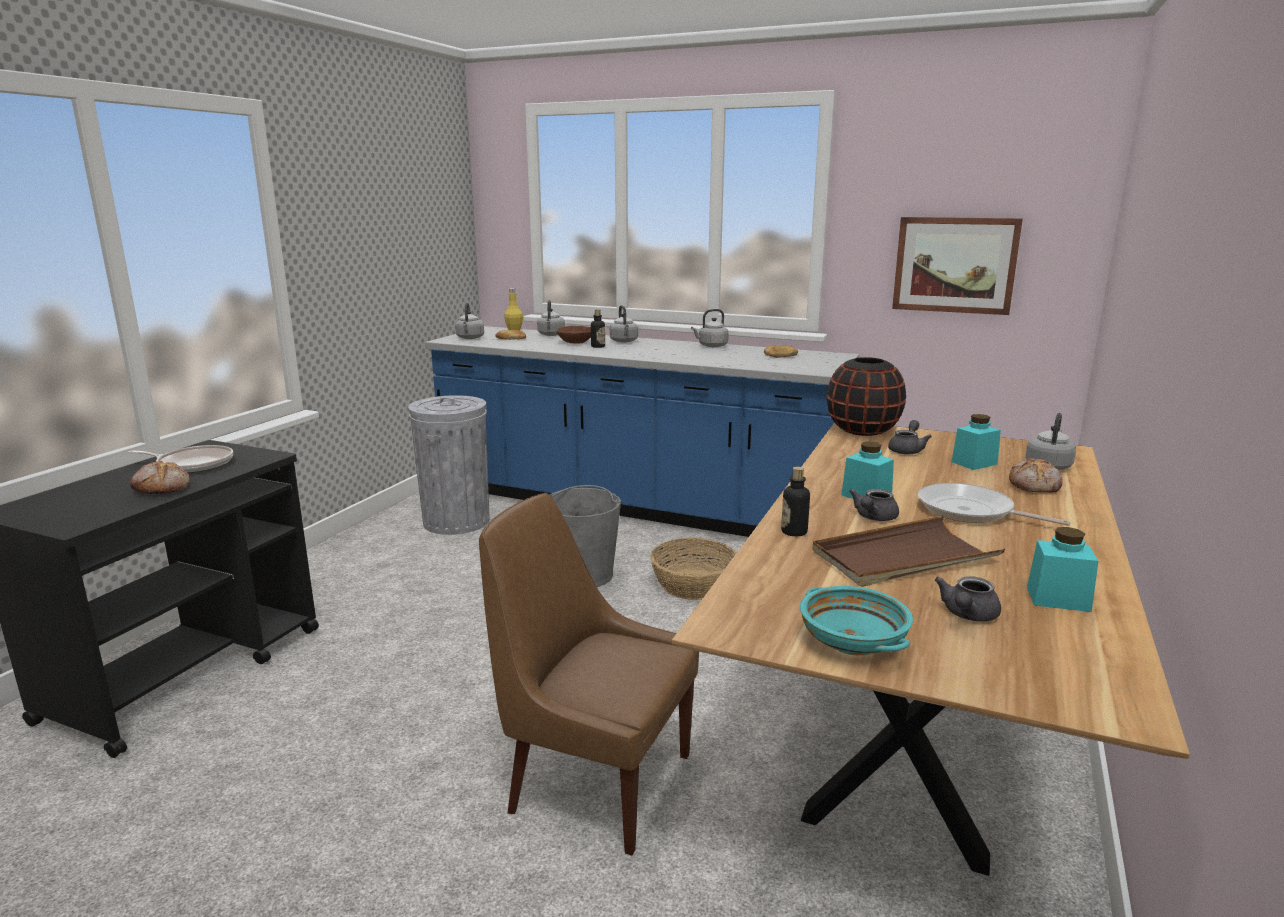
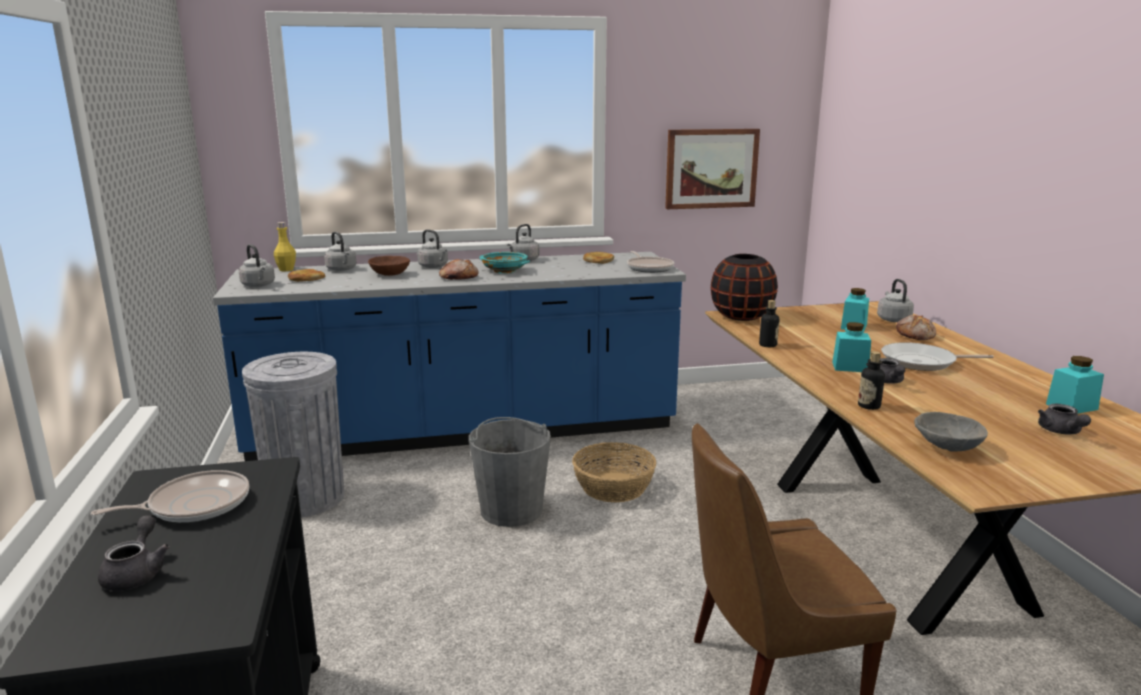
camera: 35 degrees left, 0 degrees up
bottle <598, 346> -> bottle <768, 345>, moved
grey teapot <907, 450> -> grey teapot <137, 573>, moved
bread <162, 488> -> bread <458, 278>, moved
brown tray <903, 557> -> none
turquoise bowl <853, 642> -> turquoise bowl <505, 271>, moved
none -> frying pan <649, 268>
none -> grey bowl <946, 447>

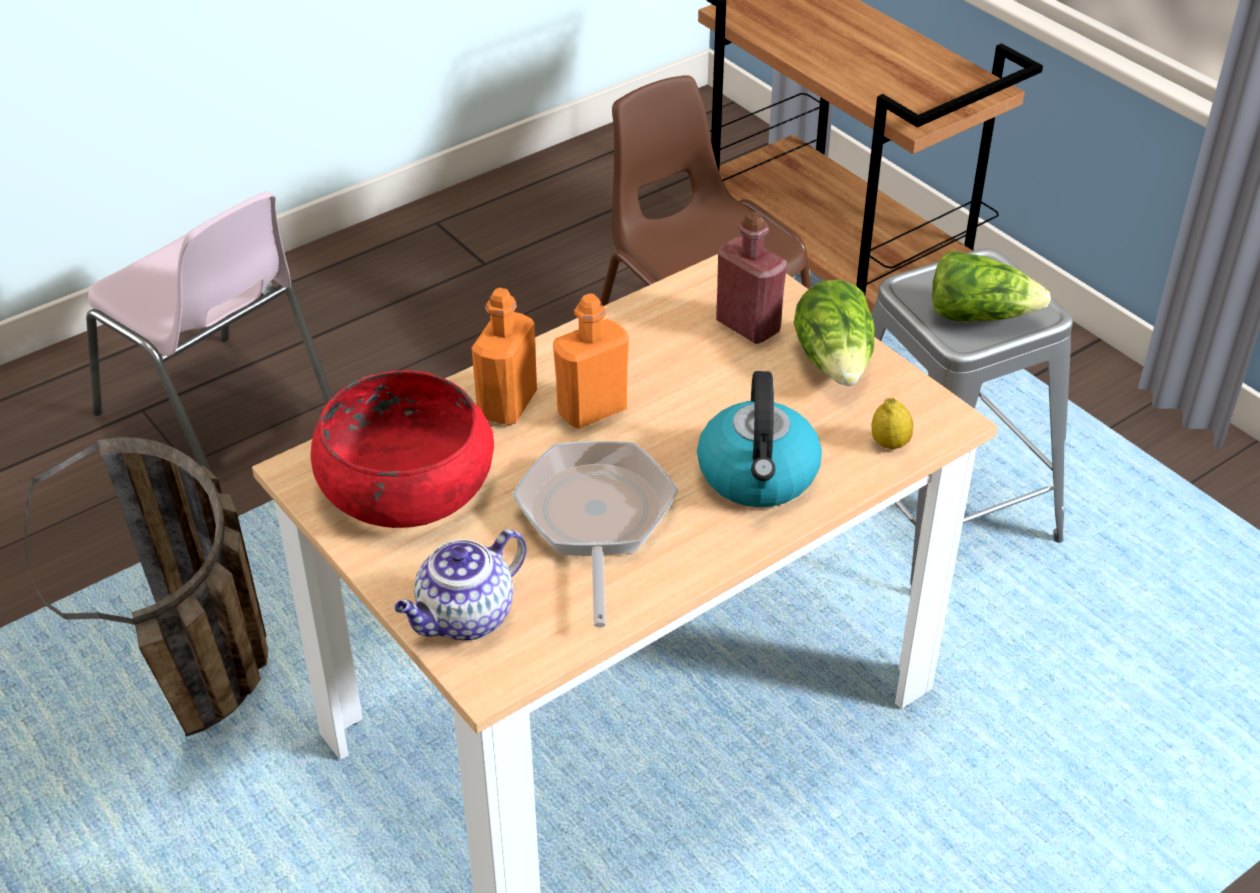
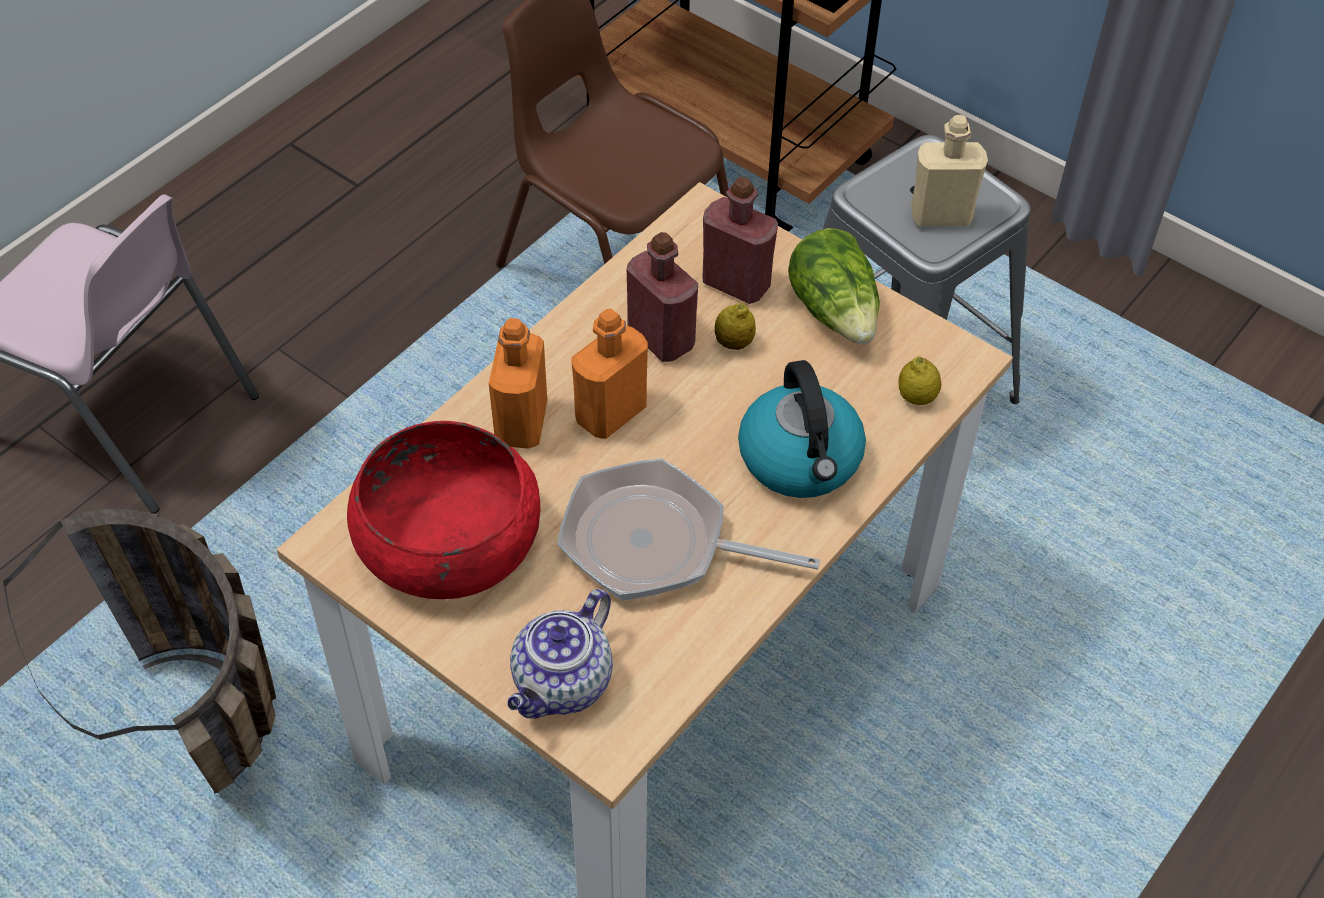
camera: 15 degrees left, 10 degrees up
lettuce <979, 315> -> beige bottle <941, 215>
frying pan <595, 520> -> frying pan <656, 544>, 60 degrees counterclockwise
none -> red bottle <661, 338>
none -> lemon <734, 343>

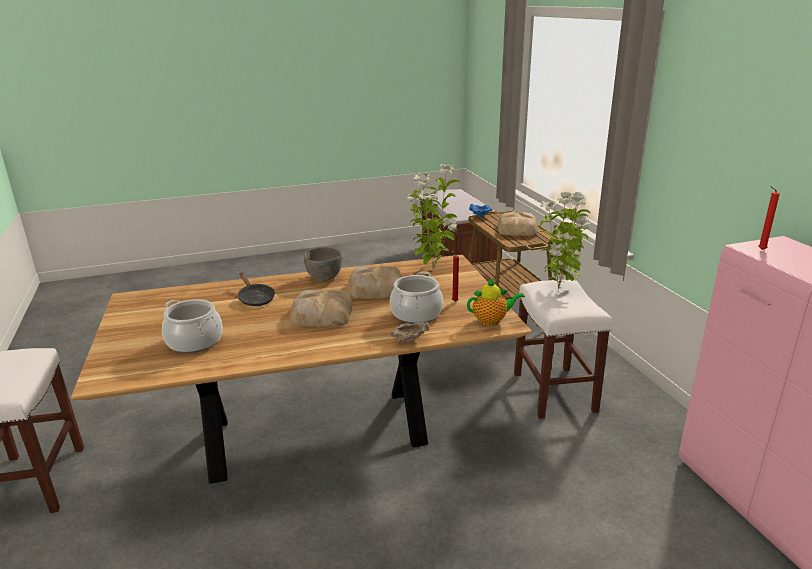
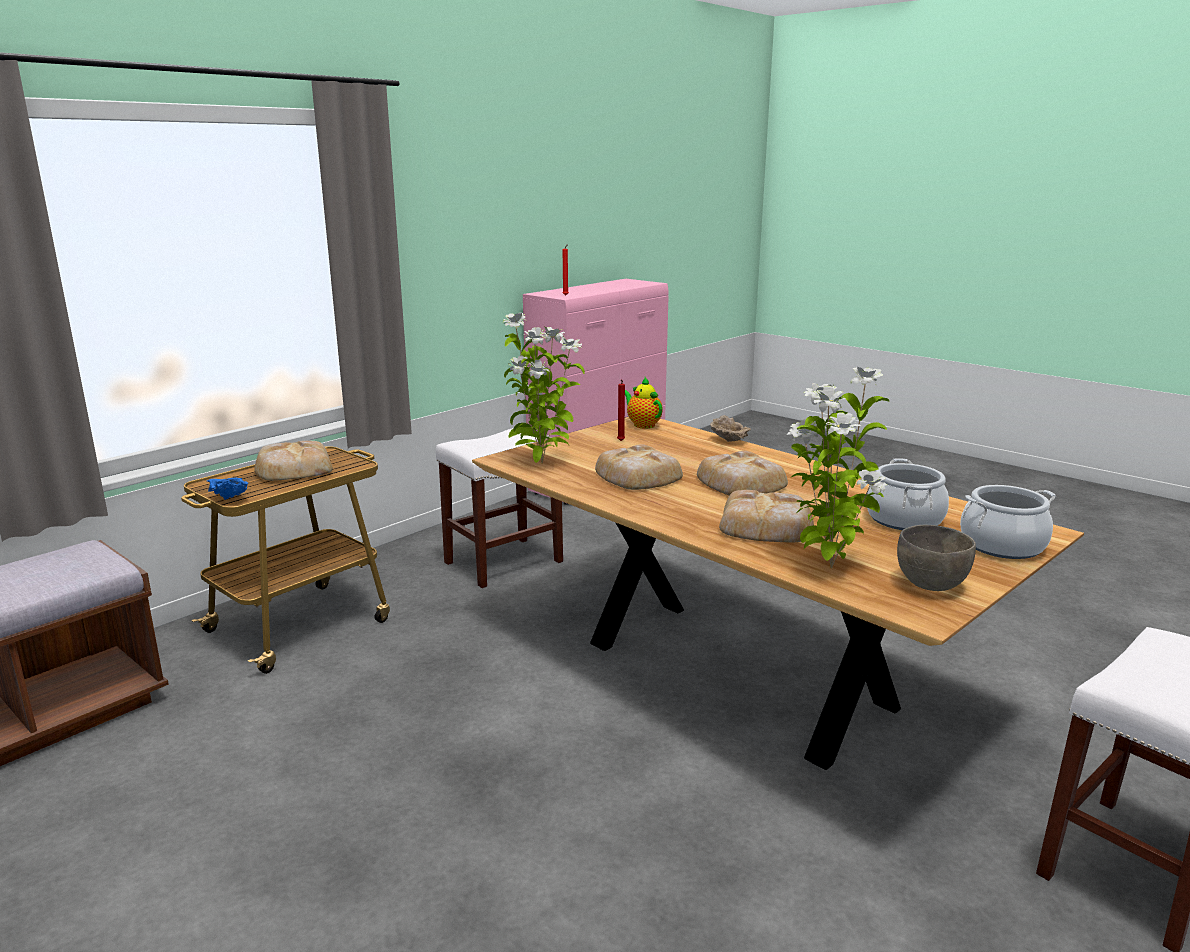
camera: 120 degrees left, 5 degrees down
potted plant <559, 288> -> potted plant <827, 567>, moved
grey bowl <324, 277> -> grey bowl <930, 585>, moved
cooking pot <416, 314> -> cooking pot <1002, 545>, moved
black frying pan <255, 298> -> bread <766, 526>

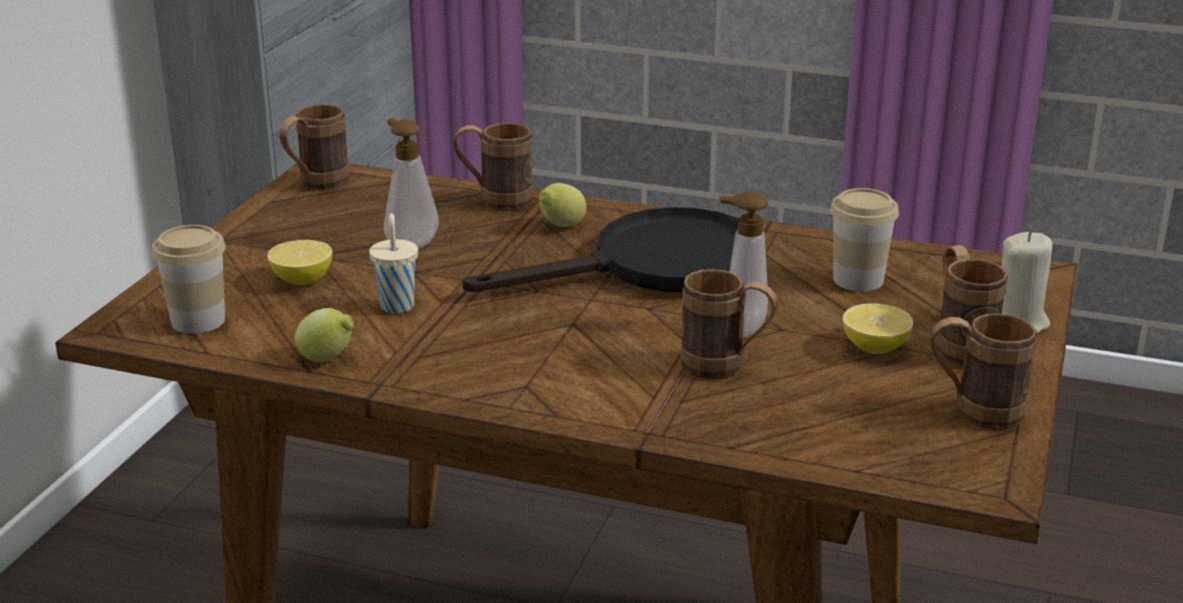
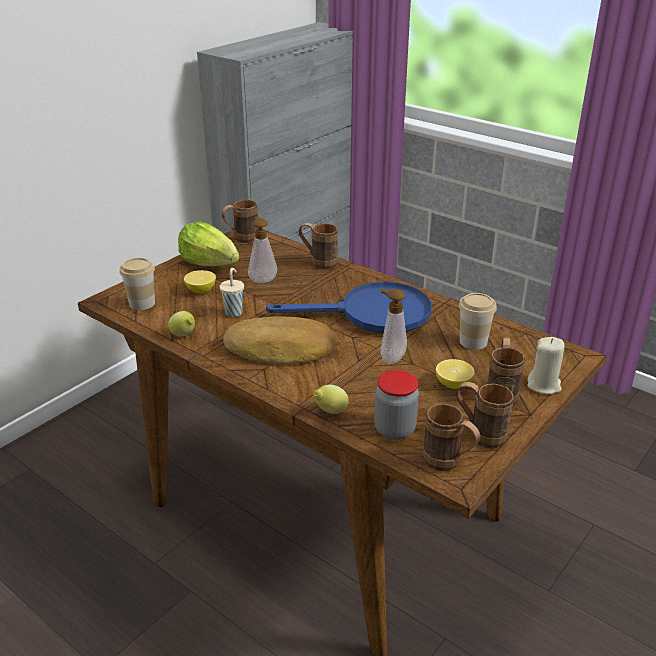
camera: 20 degrees right, 5 degrees up
lemon <561, 227> -> lemon <330, 412>, moved
black frying pan <655, 266> -> blue frying pan <372, 314>
brown mug <726, 368> -> brown mug <448, 464>, moved
none -> lettuce <210, 263>
none -> bread <281, 349>
none -> jar <394, 429>

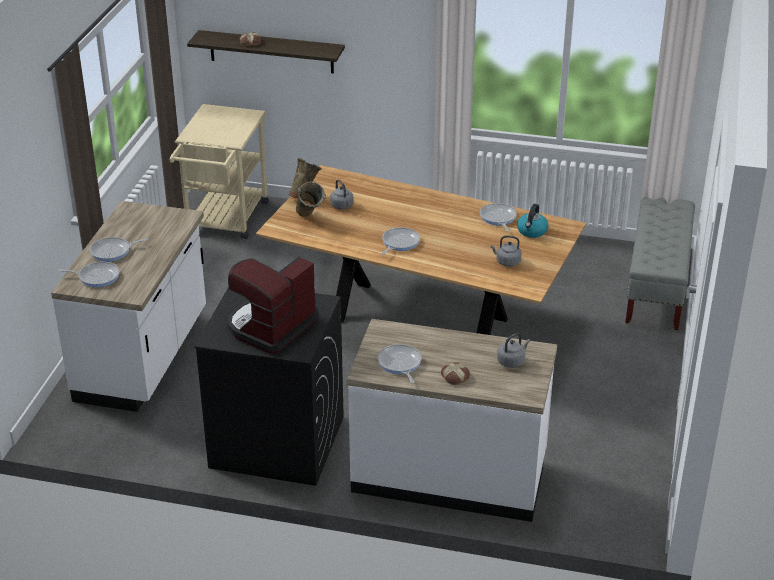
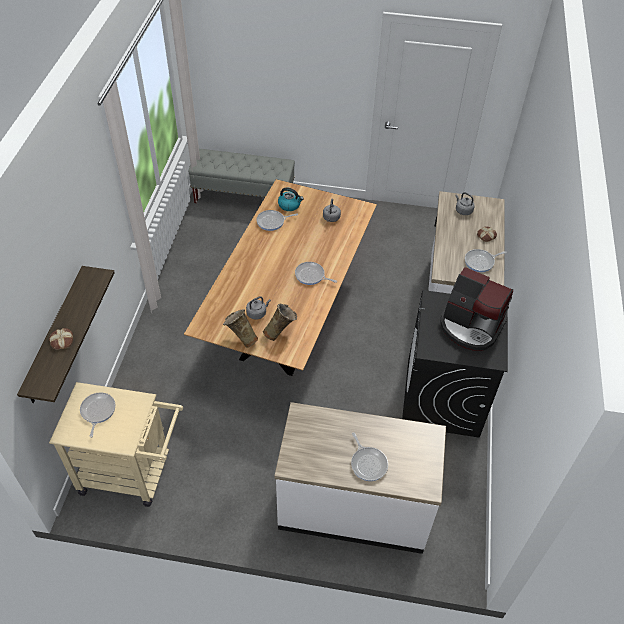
camera: 95 degrees left, 15 degrees up
frying pan <96, 277> -> frying pan <97, 411>, moved

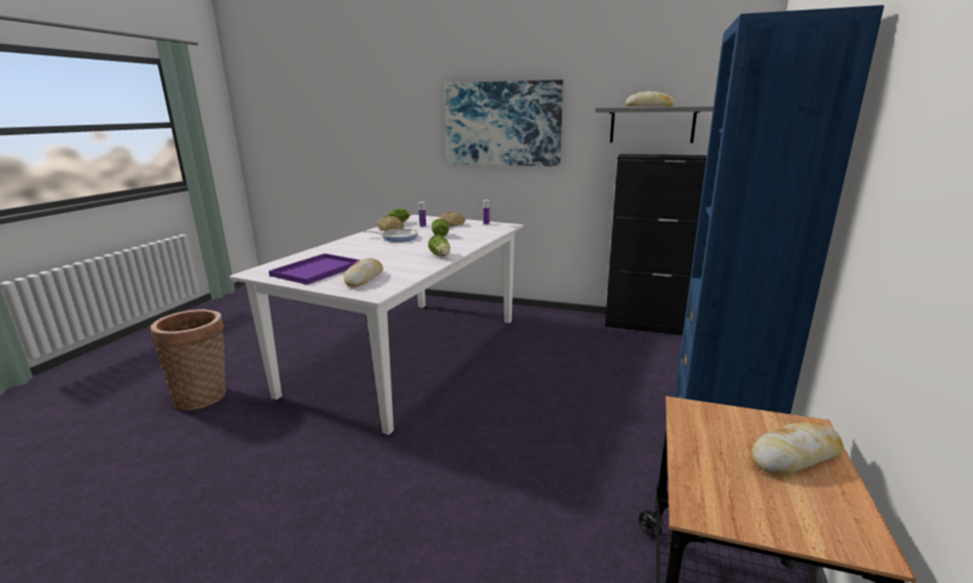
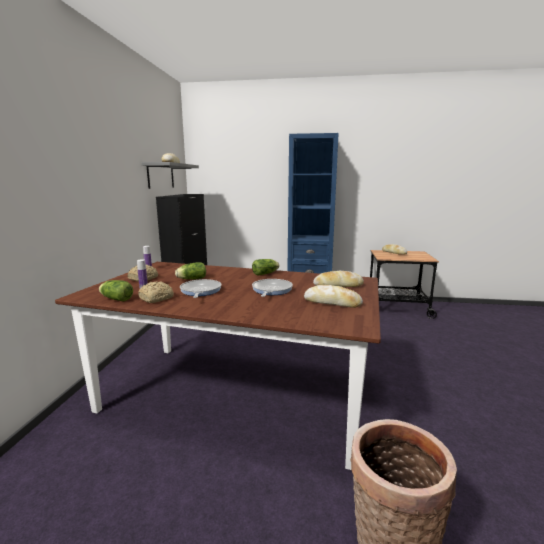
camera: 100 degrees left, 5 degrees down
picture <503, 124> -> none
white dining table <408, 353> -> brown dining table <235, 395>
purple tray <316, 270> -> bread <332, 302>
none -> frying pan <271, 290>

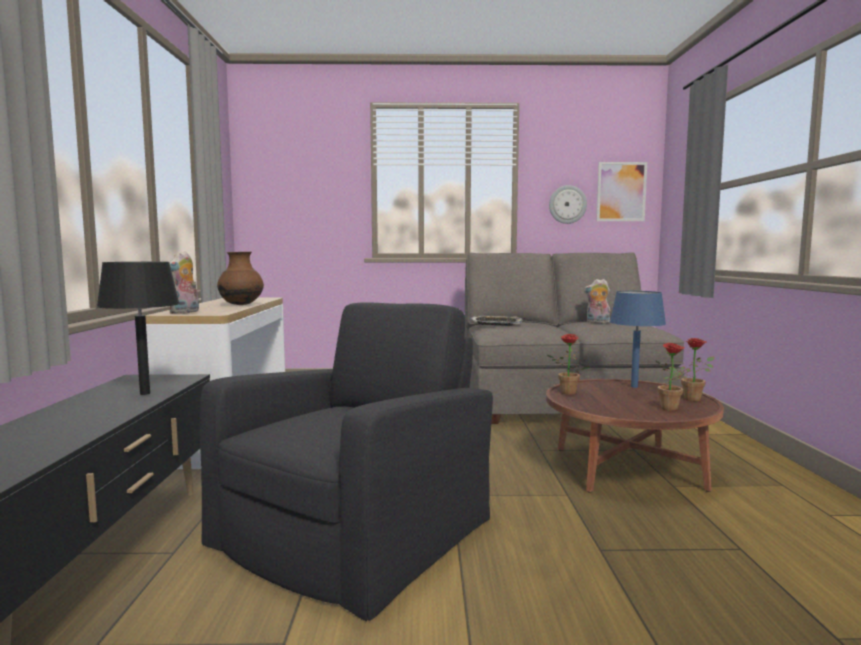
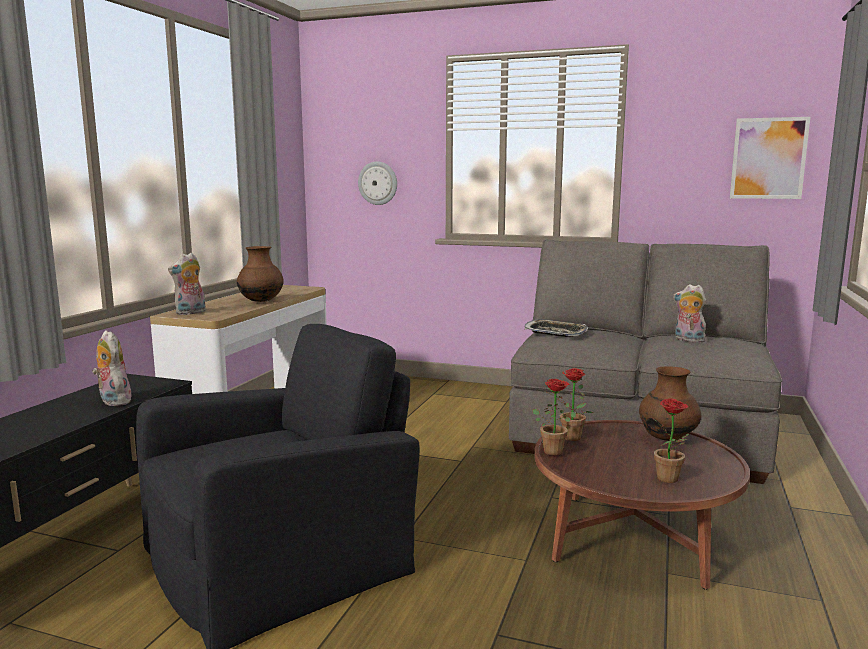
camera: 20 degrees right, 5 degrees up
wall clock <567, 204> -> wall clock <378, 183>, moved
black table lamp <145, 393> -> plush toy <113, 401>
blue table lamp <634, 386> -> brown vase <667, 438>
potted plant <693, 398> -> potted plant <556, 451>, moved

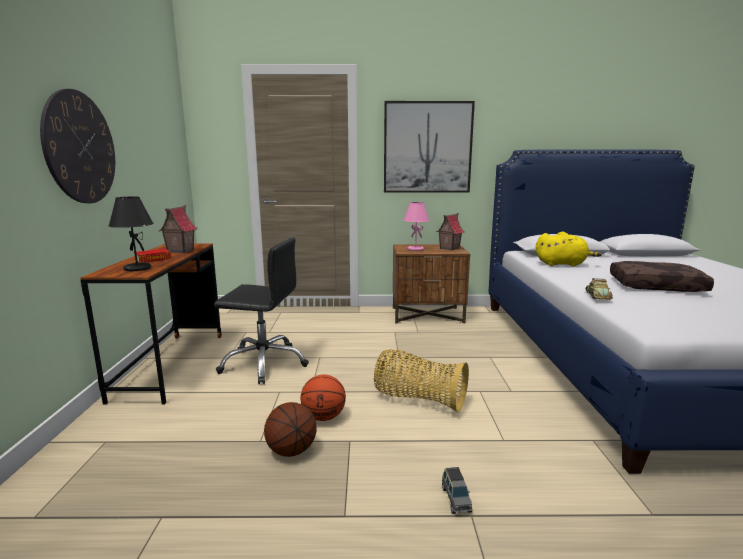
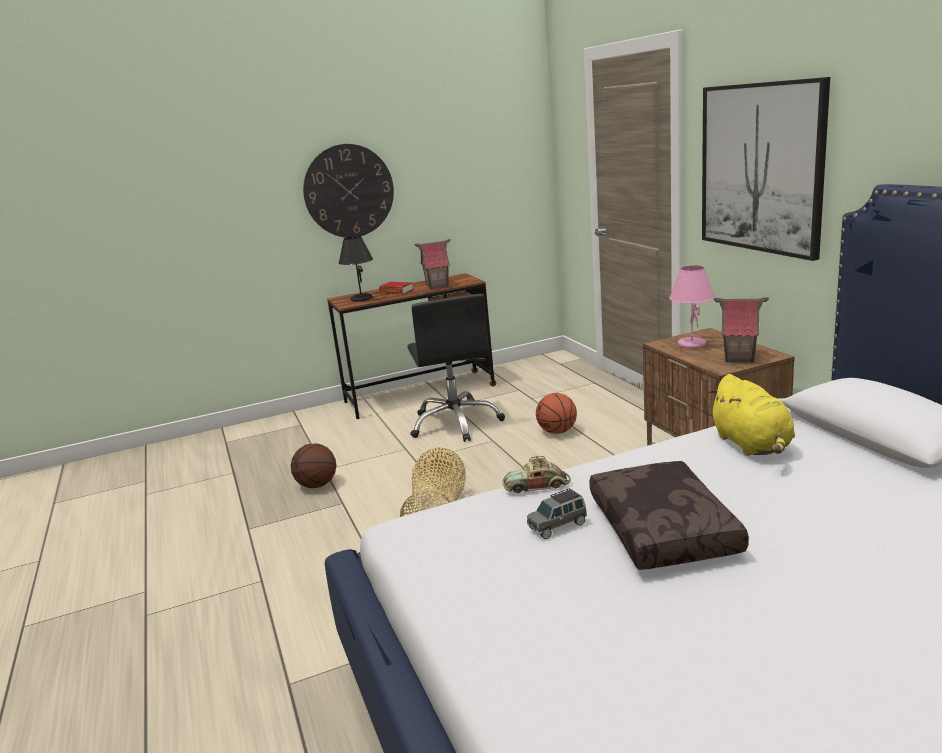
camera: 70 degrees right, 5 degrees up
basketball <323, 417> -> basketball <557, 431>, moved
grey toy car <456, 499> -> grey toy car <558, 526>, moved

